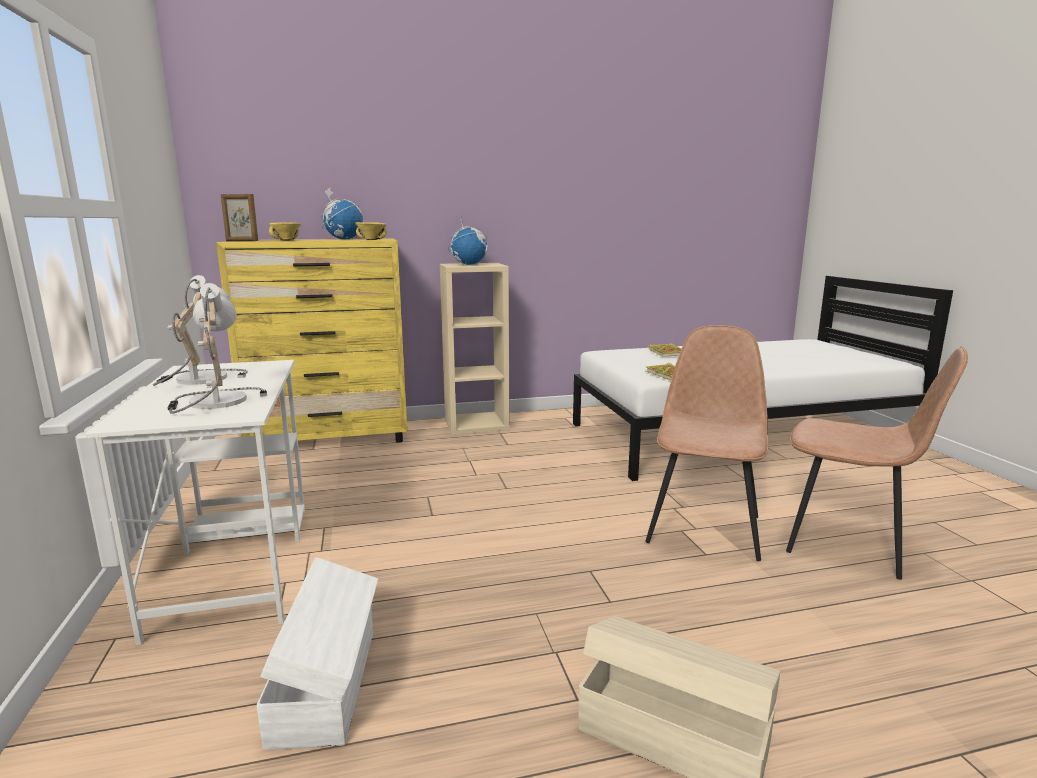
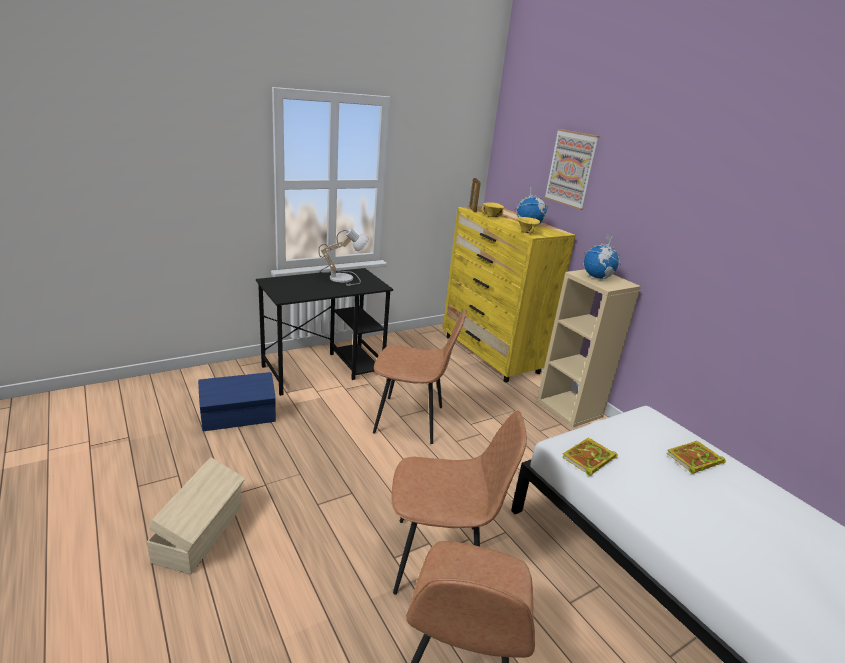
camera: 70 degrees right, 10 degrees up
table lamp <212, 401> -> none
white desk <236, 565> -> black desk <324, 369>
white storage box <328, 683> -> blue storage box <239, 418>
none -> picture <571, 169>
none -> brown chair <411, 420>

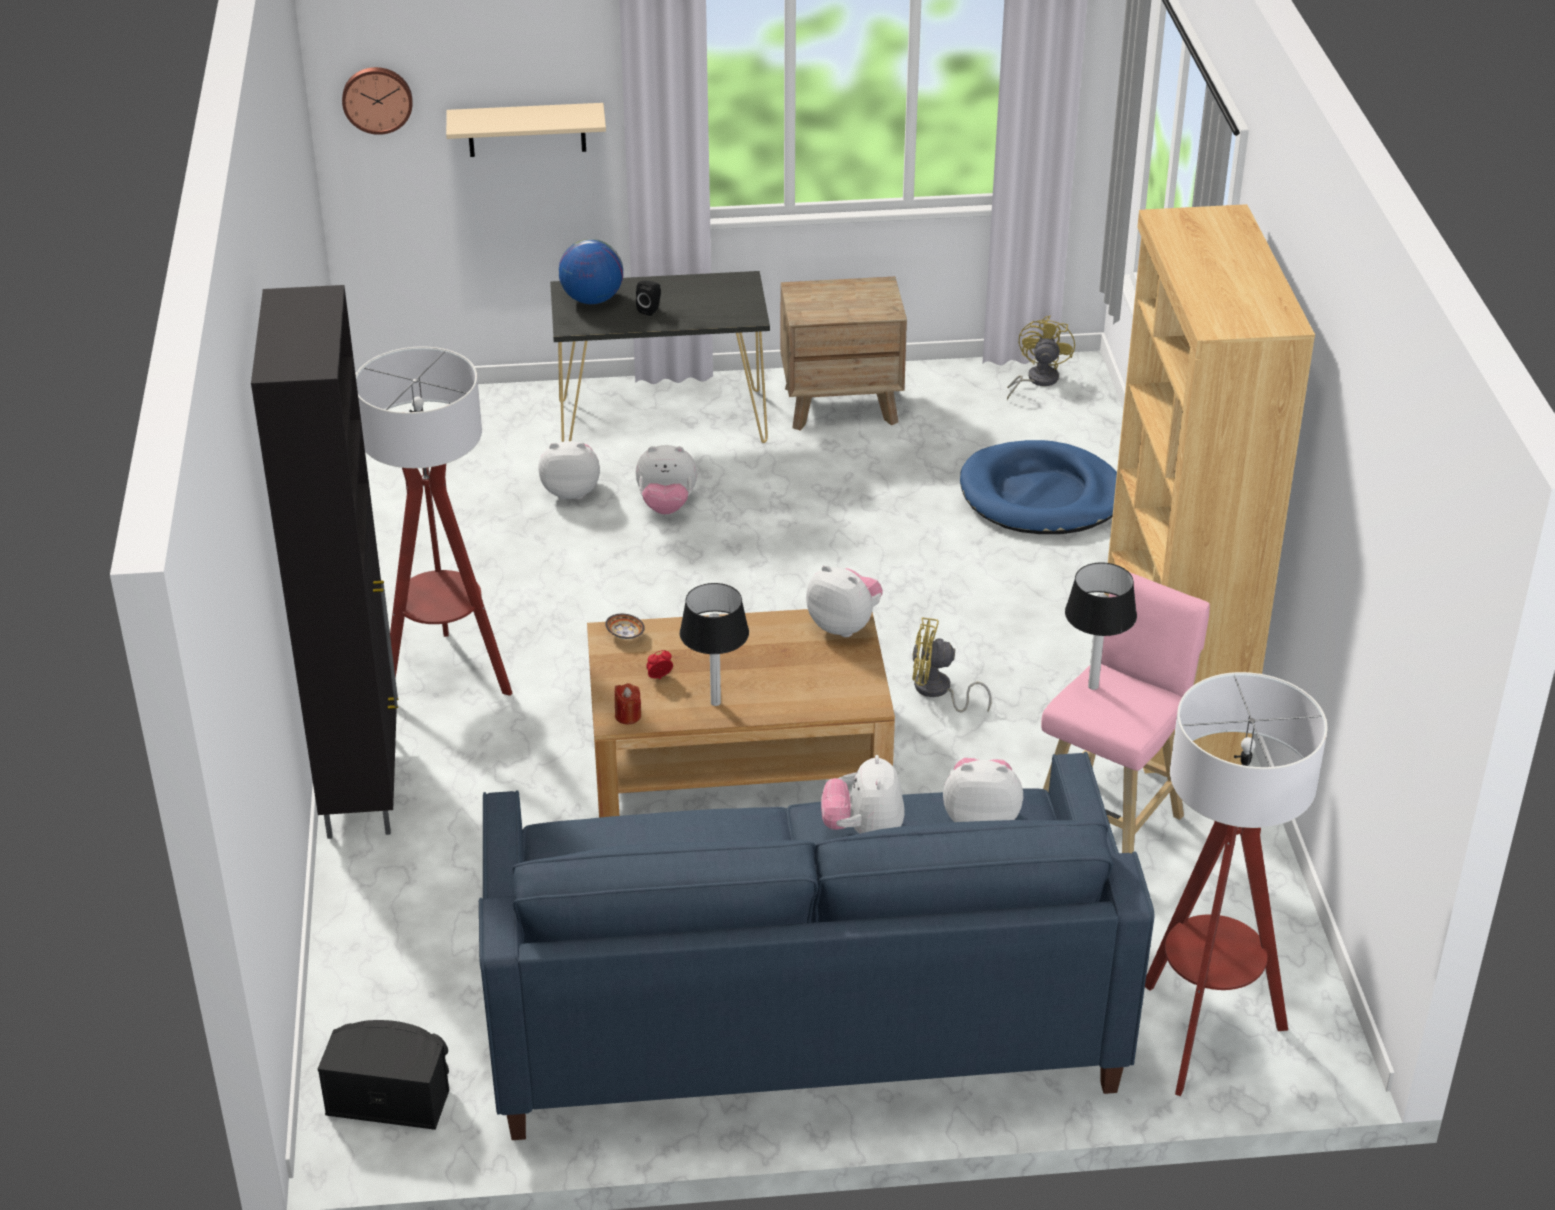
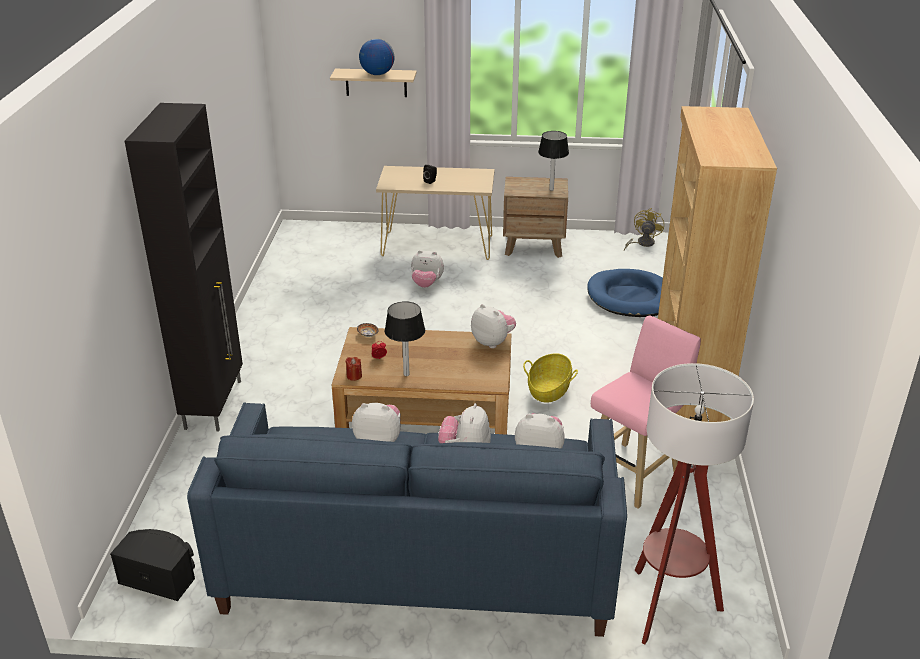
camera: 10 degrees right, 5 degrees down
wall clock <377, 99> -> none
globe <592, 299> -> globe <377, 74>, moved
black console table <663, 421> -> beige console table <437, 246>
floor lamp <447, 676> -> none
plush toy <571, 491> -> plush toy <379, 441>, moved
table lamp <1093, 687> -> table lamp <551, 189>, moved
yellow fan <937, 691> -> basket <549, 390>

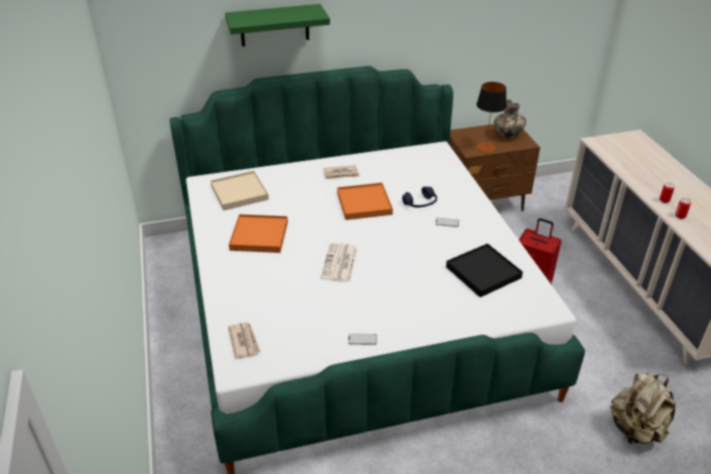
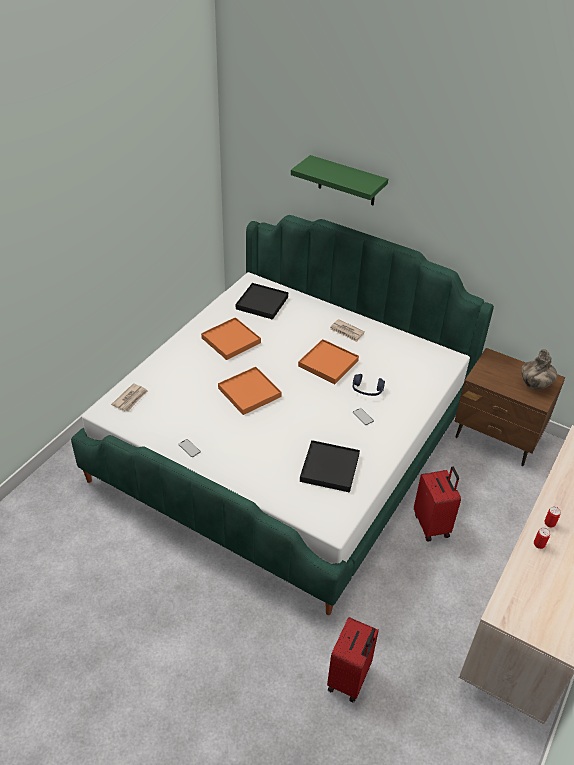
camera: 45 degrees right, 5 degrees up
table lamp <486, 147> -> none
beige tray <239, 192> -> black tray <262, 303>
newspaper <339, 263> -> orange tray <249, 392>
beige backpack <636, 429> -> red suitcase <350, 679>

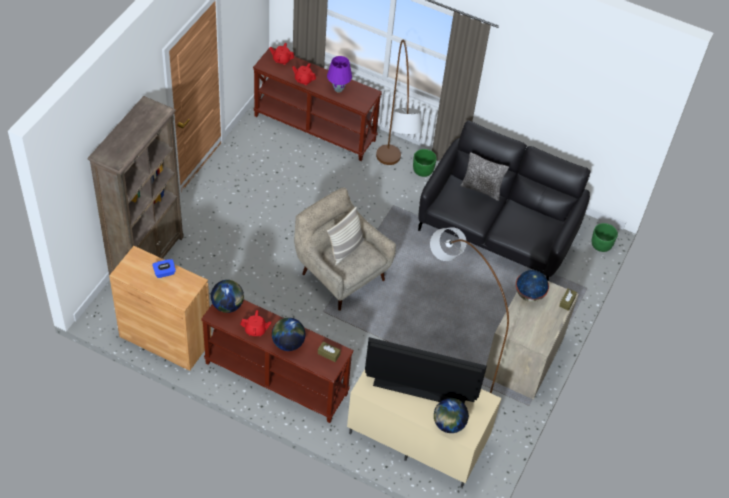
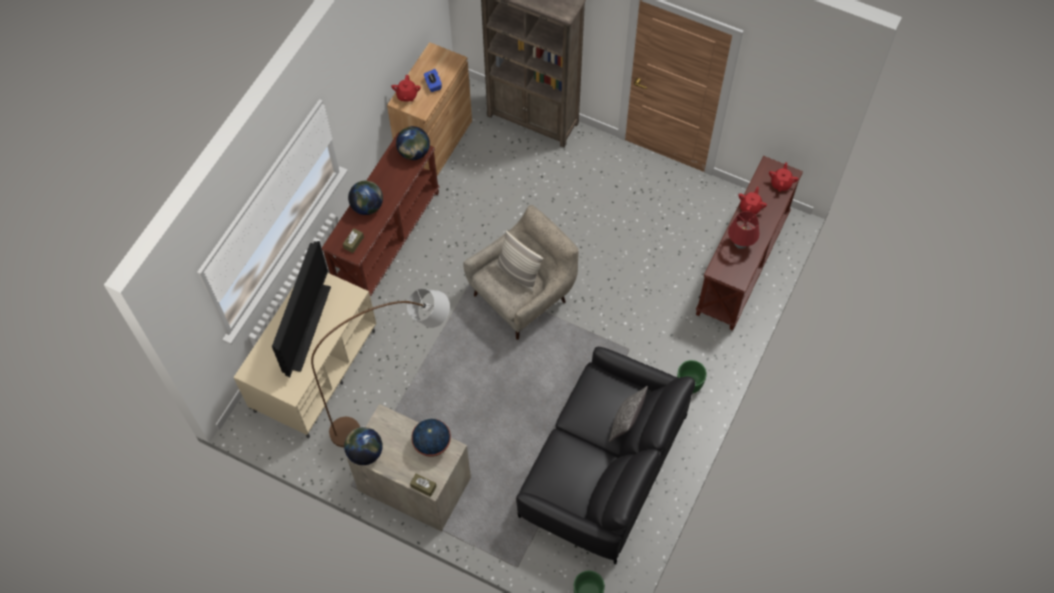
camera: 95 degrees right, 10 degrees up
brown floor lamp <391, 191> -> none
purple table lamp <338, 89> -> red table lamp <740, 245>
red teapot <255, 330> -> red teapot <407, 95>, moved
globe <448, 424> -> globe <365, 452>, moved

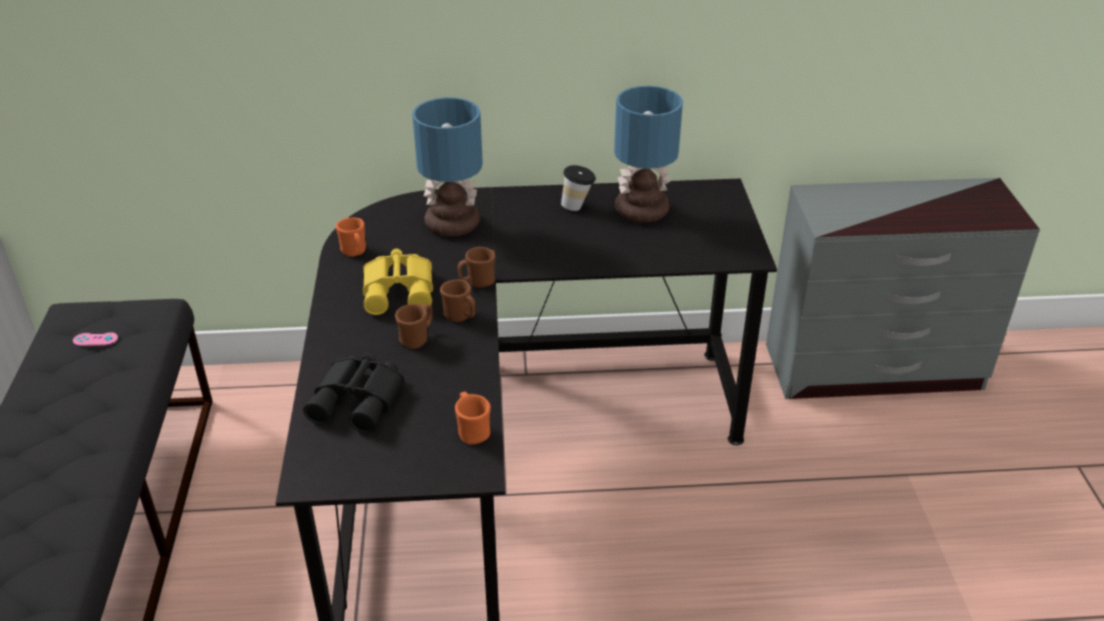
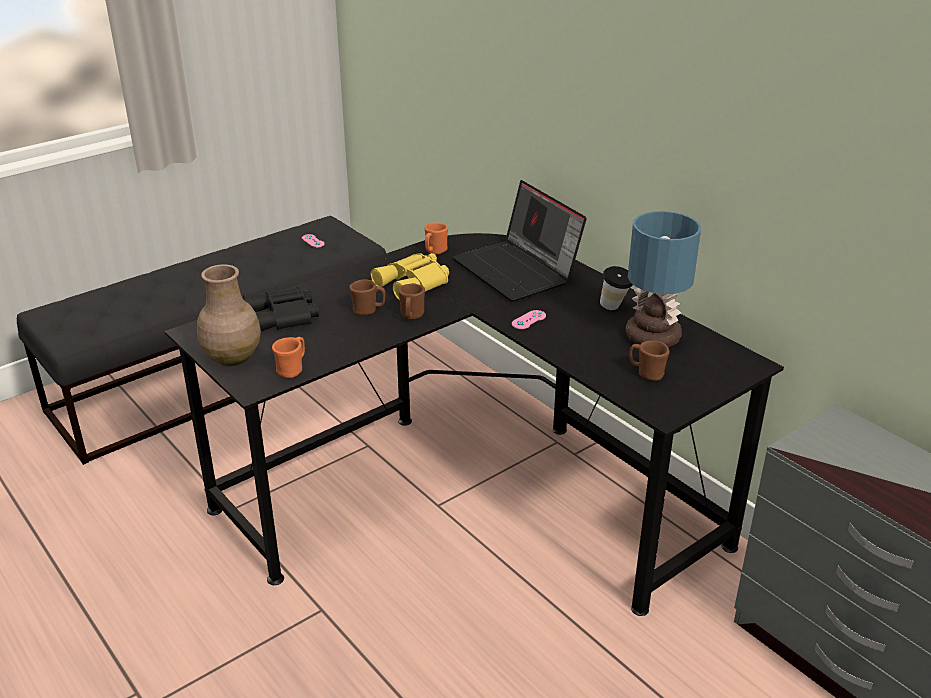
camera: 55 degrees right, 5 degrees down
table lamp <454, 223> -> laptop <518, 270>
brown mug <477, 282> -> brown mug <646, 373>, moved
none -> brown vase <231, 358>
none -> pink game controller <528, 320>

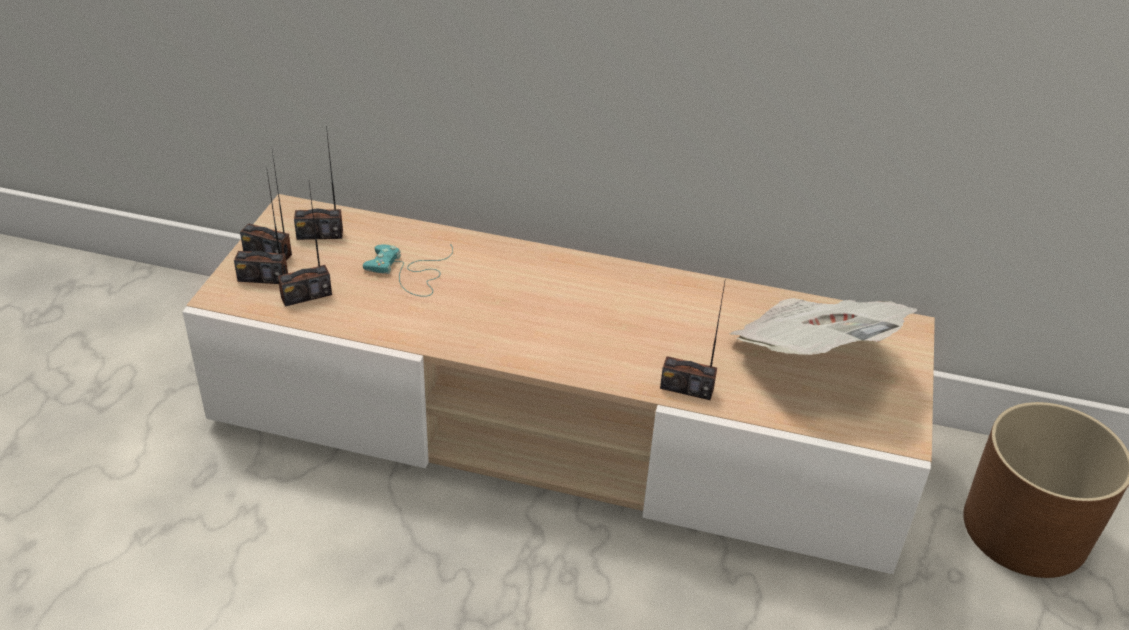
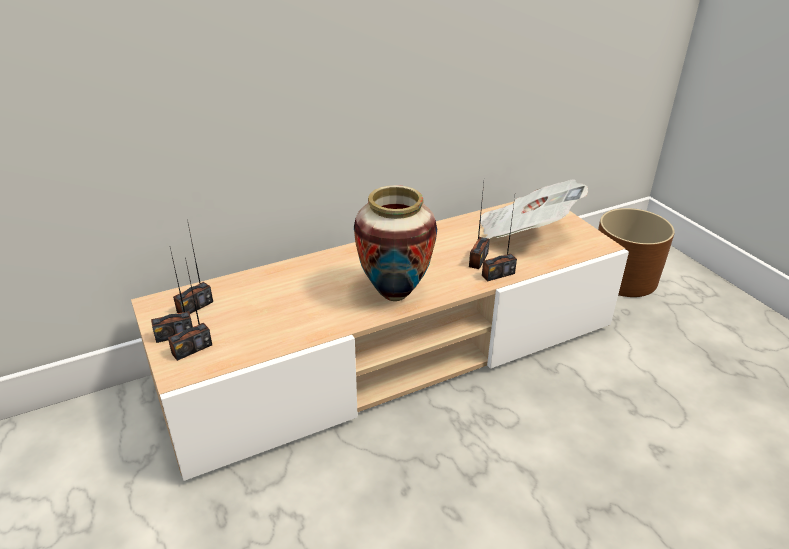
camera: 40 degrees left, 5 degrees down
radio <306, 295> -> radio <478, 260>, moved
turquoise game controller <410, 273> -> none
none -> vase <394, 294>

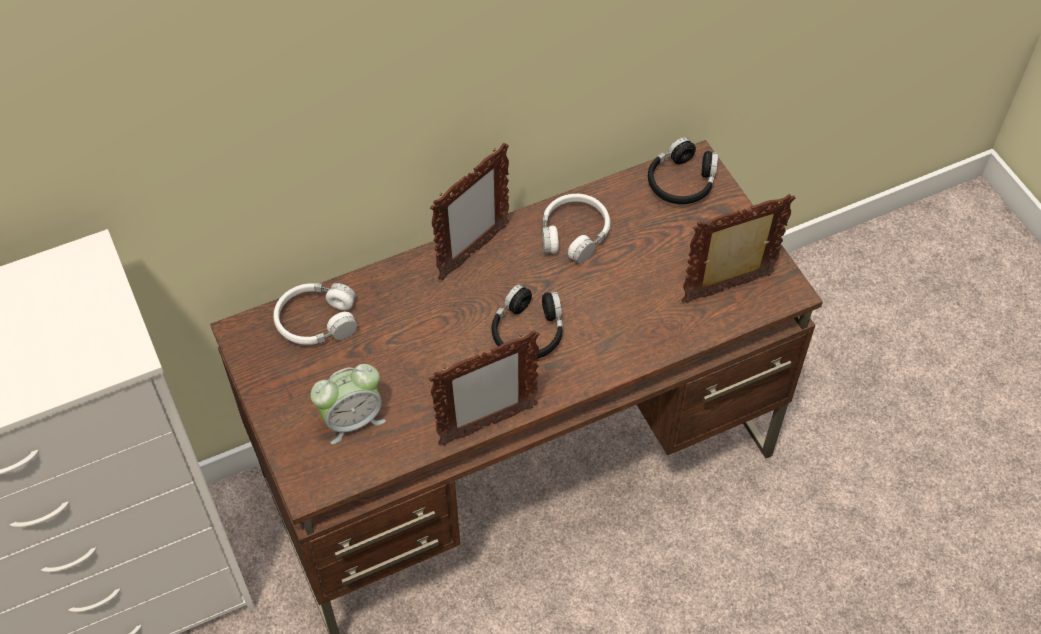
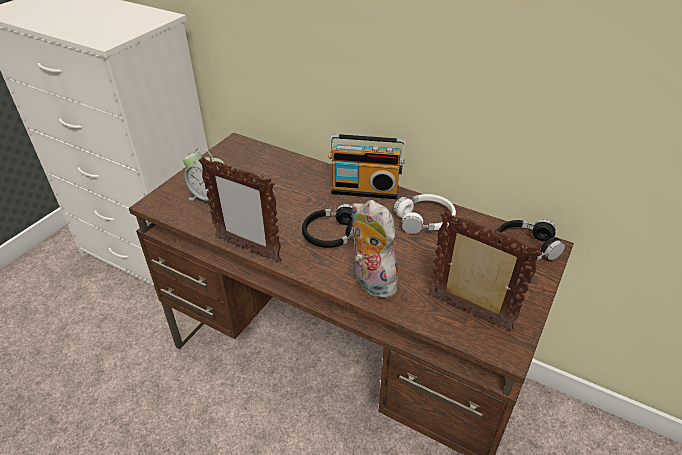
camera: 55 degrees right, 15 degrees down
picture frame <472, 253> -> radio <365, 189>
white headphones <316, 321> -> none
none -> plush toy <370, 282>

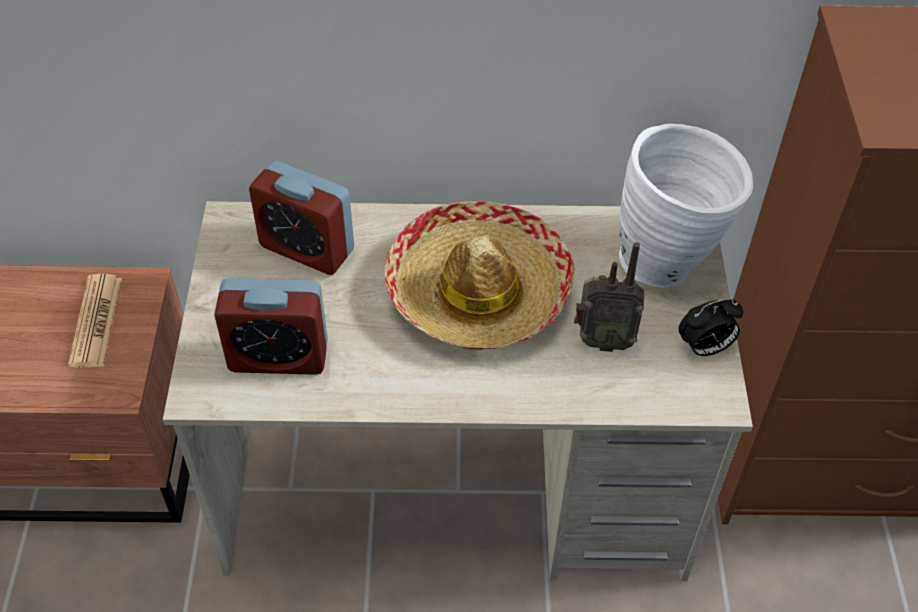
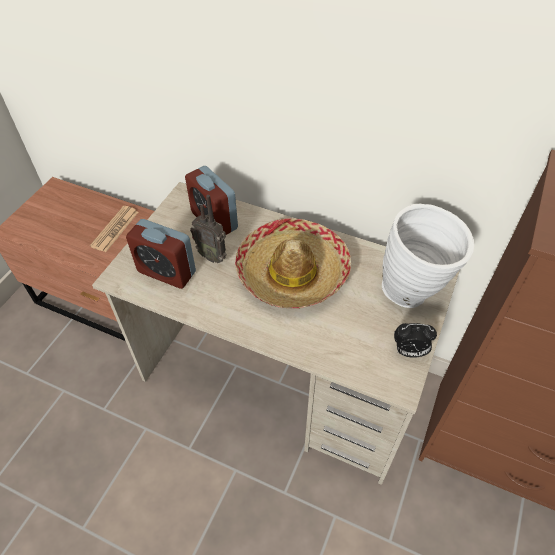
camera: 25 degrees right, 0 degrees up
radio <602, 340> -> radio <213, 255>, moved

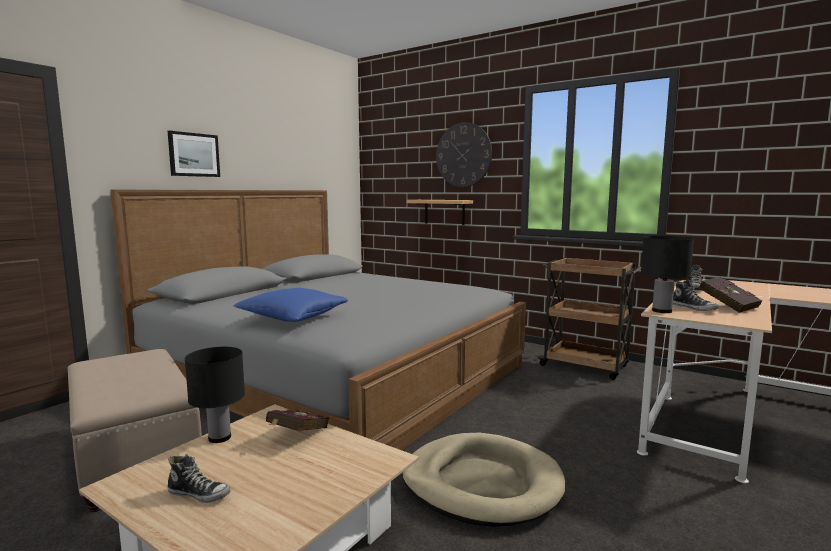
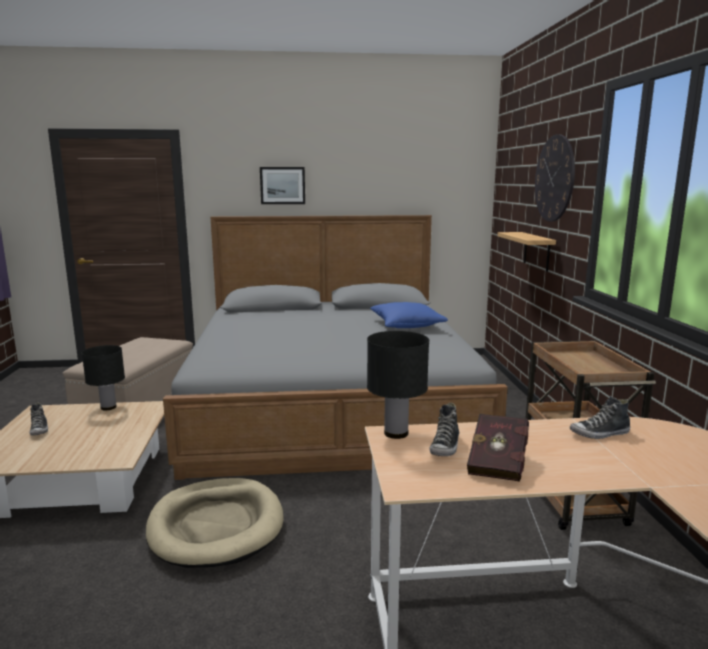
camera: 50 degrees right, 5 degrees up
blue pillow <293, 318> -> blue pillow <407, 325>, moved
red book <296, 435> -> none

